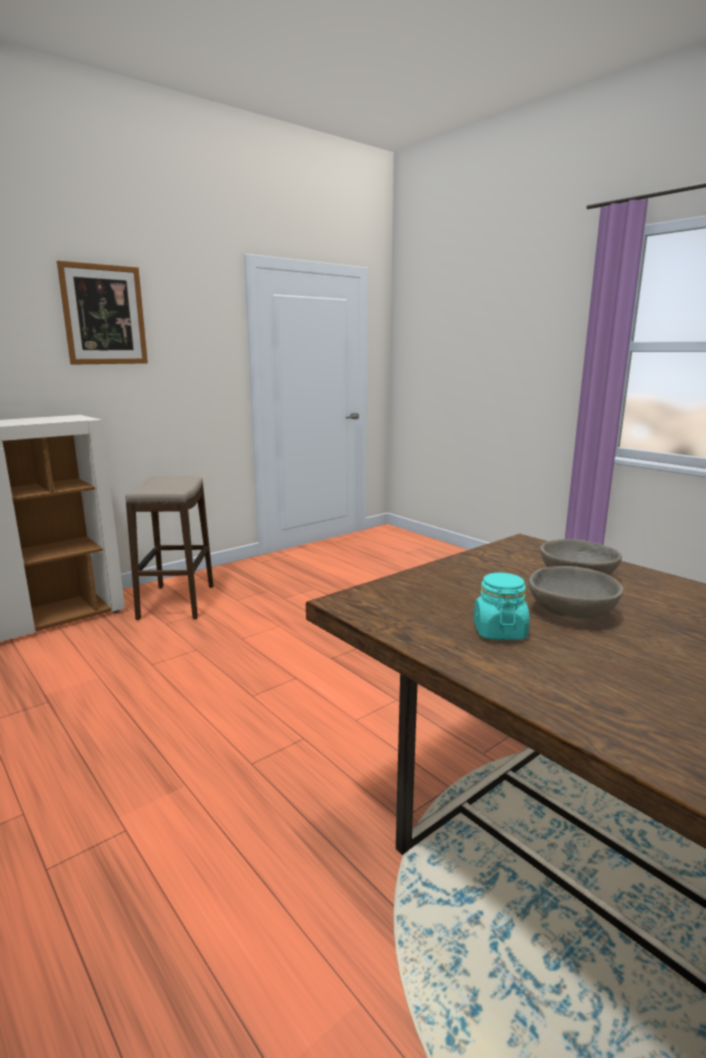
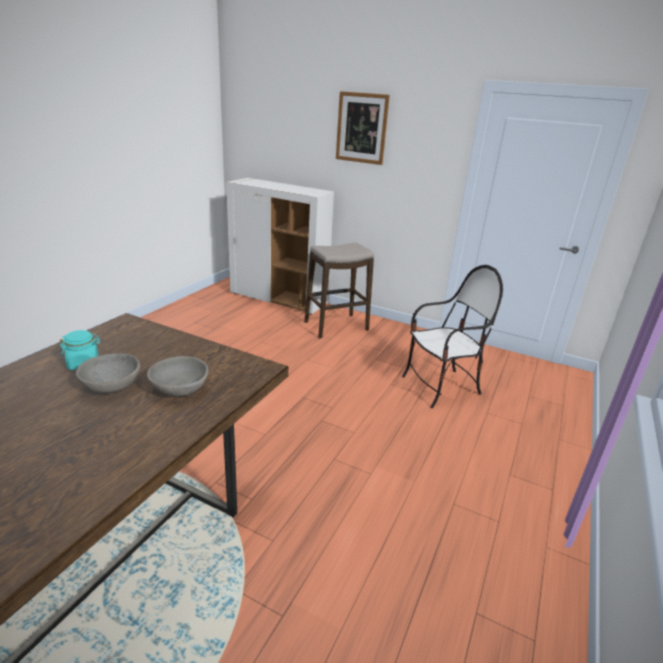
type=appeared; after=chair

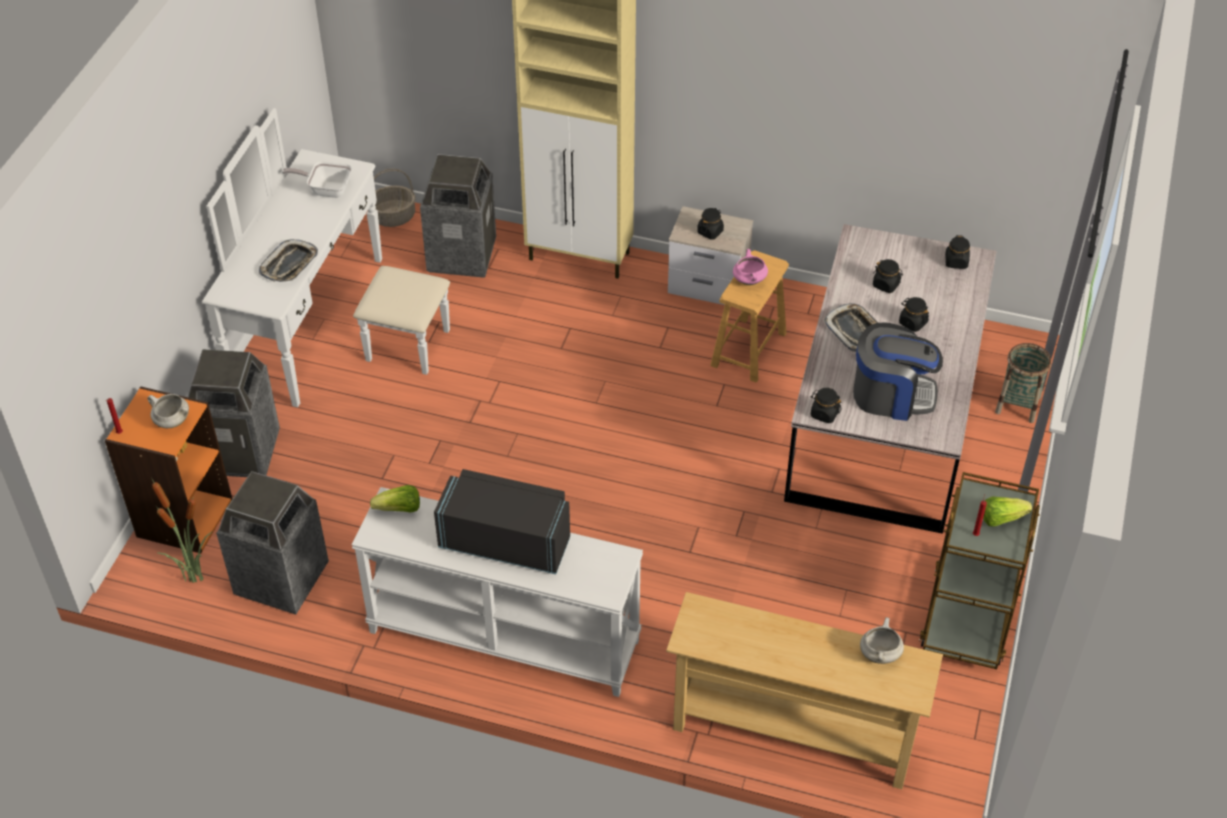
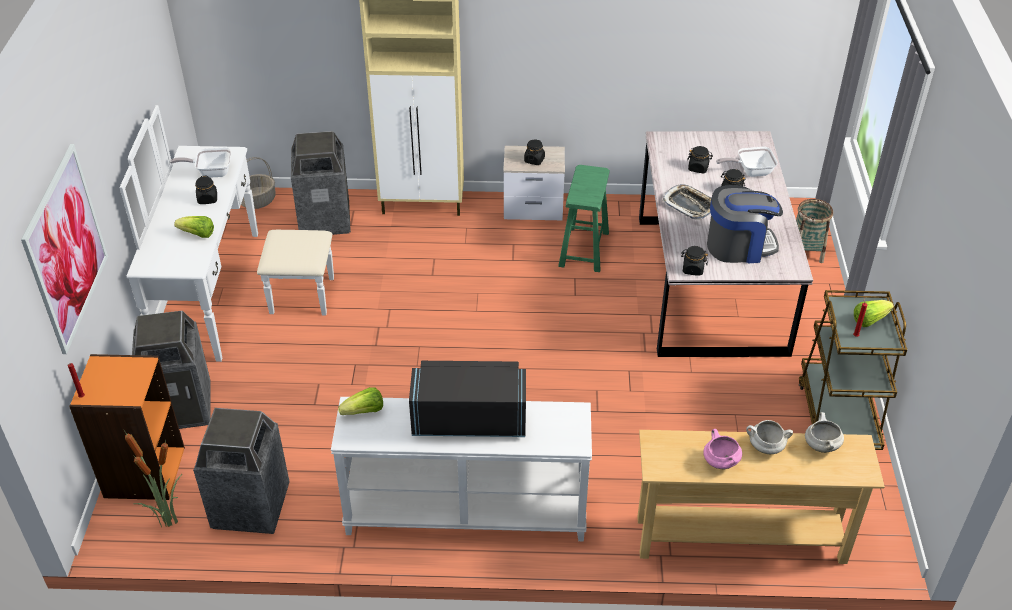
type=appeared; after=wall_art
type=exchanged; before=serving_tray (no. 1 from left); after=lettuce_head (no. 1 from left)
type=relocated; before=blackish_storage_jar (no. 5 from left in the first image); after=blackish_storage_jar (no. 1 from left)
type=colour; before=brownish_stool_seat; after=green_stool_seat
type=relocated; before=pinkish_cooking_pot
type=appeared; after=skillet (no. 2 from left)
type=relocated; before=whitish_cooking_pot (no. 1 from left)

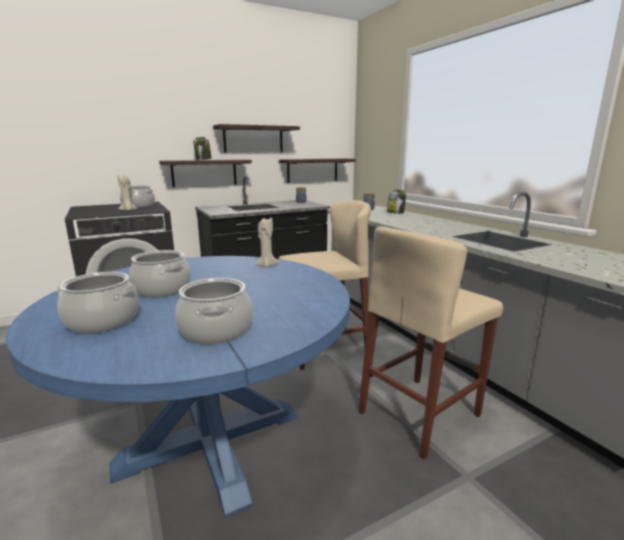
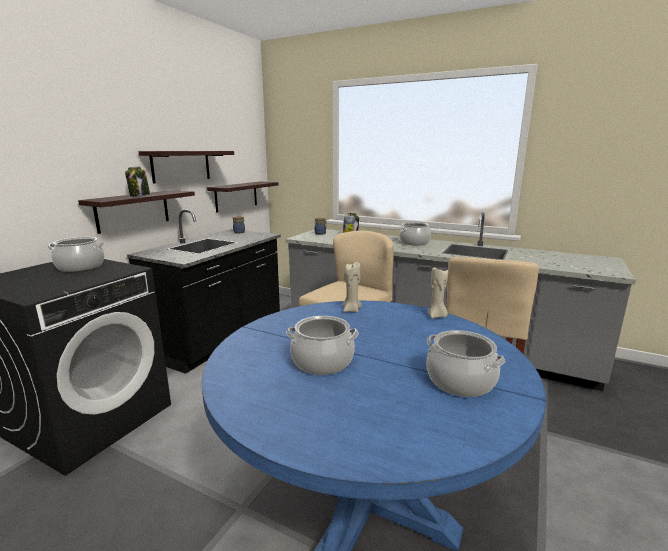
type=relocated; before=cooking_pot (no. 1 from left in the first image); after=cooking_pot (no. 3 from left)
type=relocated; before=sand-coloured_candle (no. 1 from left in the first image); after=sand-coloured_candle (no. 2 from left)

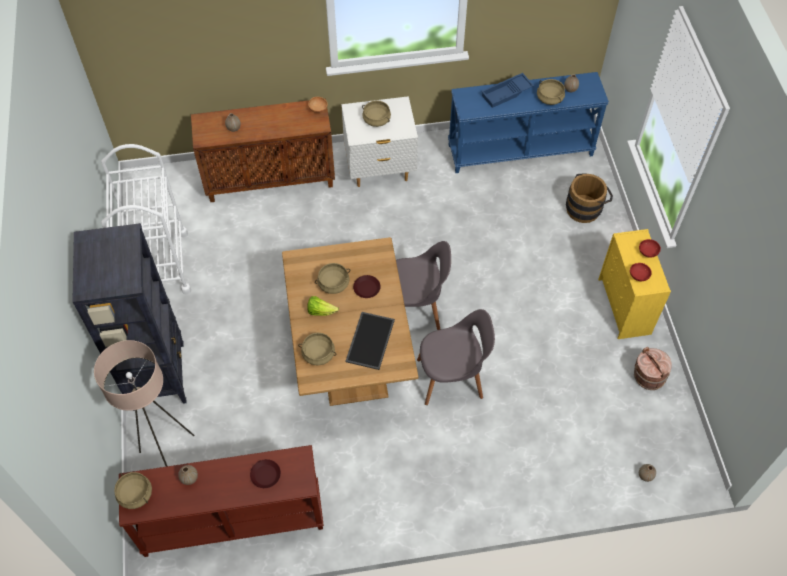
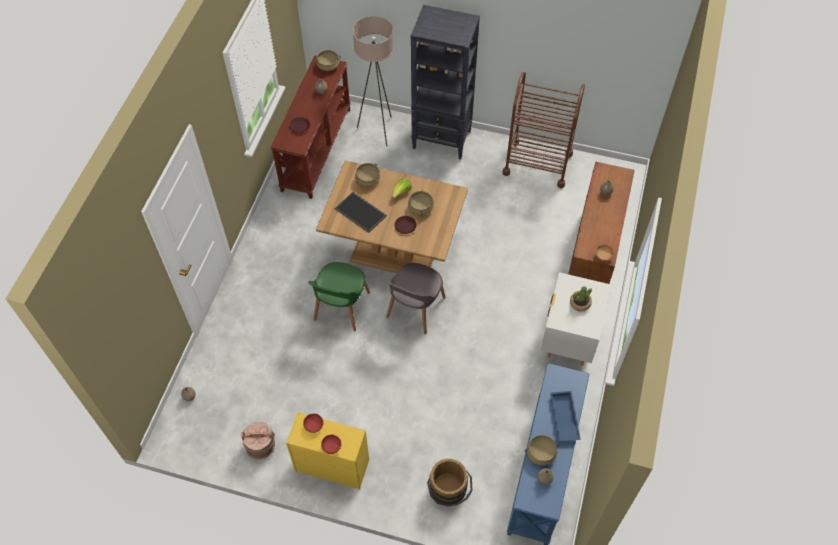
type=colour; before=grey_chair (no. 2 from left); after=green_chair
type=colour; before=whitish_wheeled_cart; after=brownish_wheeled_cart
type=exchanged; before=sand-coloured_cooking_pot (no. 4 from left); after=potted_plant

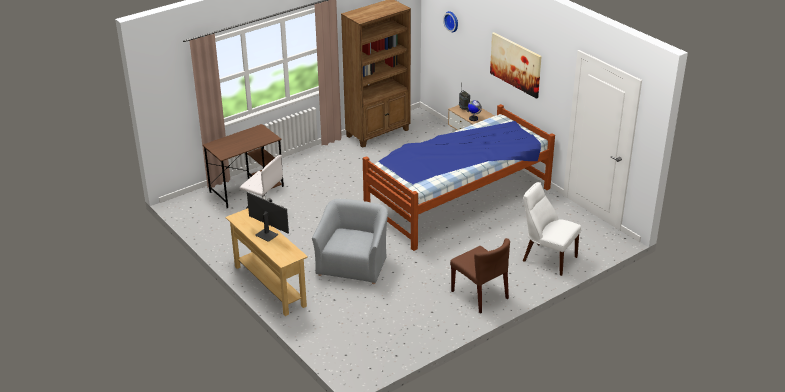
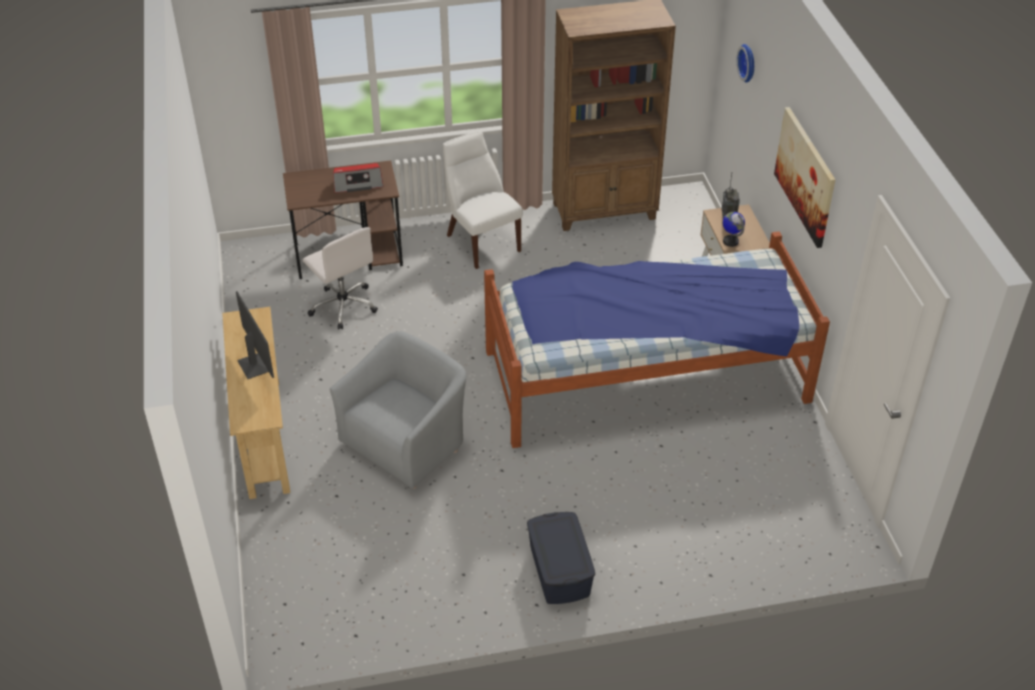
type=appeared; after=radio_set (no. 1 from left)
type=relocated; before=whitish_chair
type=exchanged; before=brownish_chair; after=bluish_storage_box

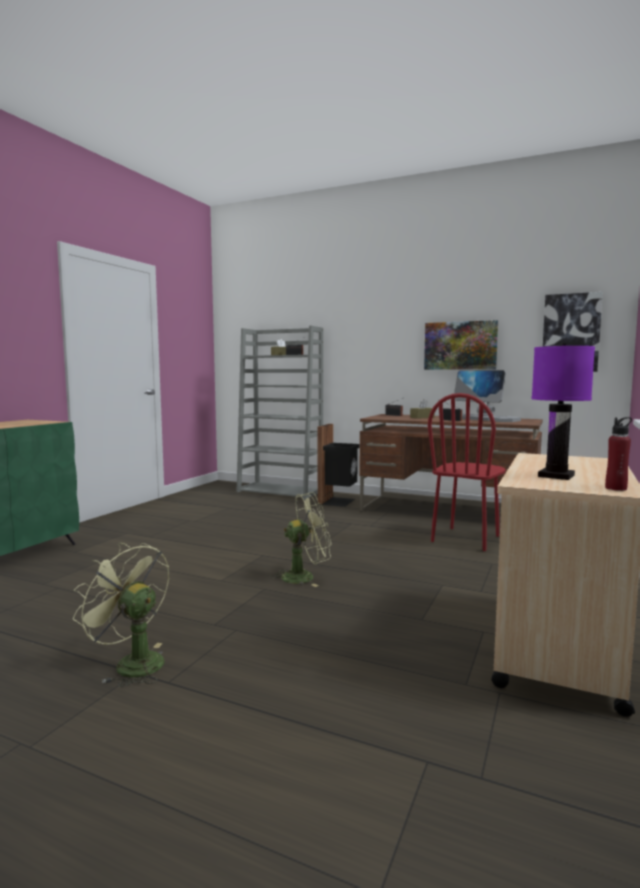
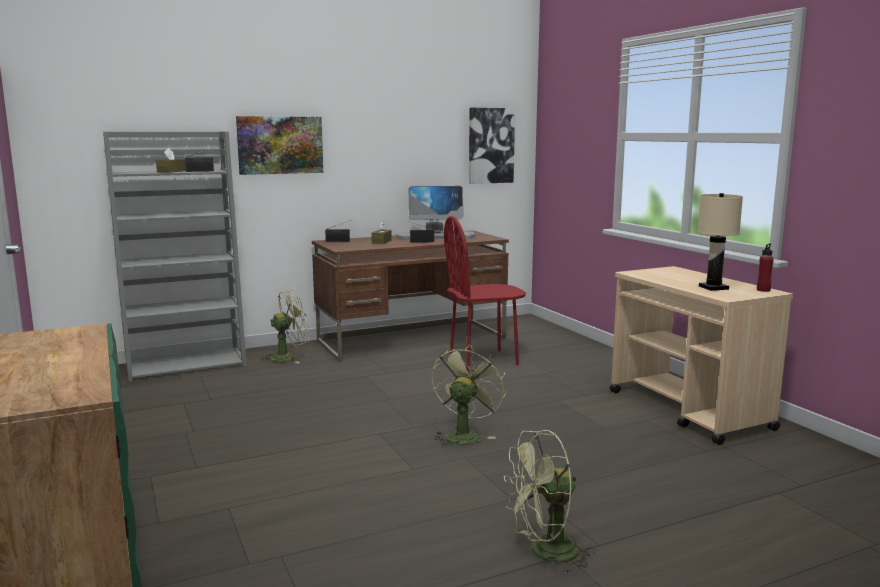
type=relocated; before=wall_art (no. 1 from left)
type=exchanged; before=blackish_trash_can; after=green_cooling_fan (no. 1 from left)
type=spun; before=reddish_chair; turn=90
type=colour; before=purple_lamp_for_a_table; after=sand-coloured_lamp_for_a_table

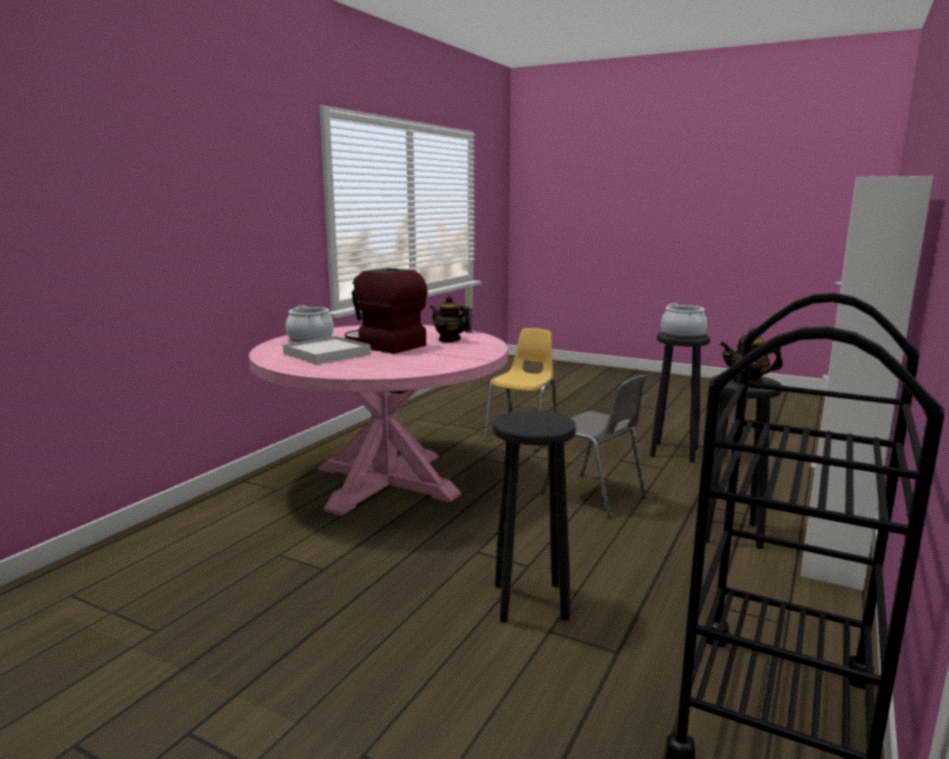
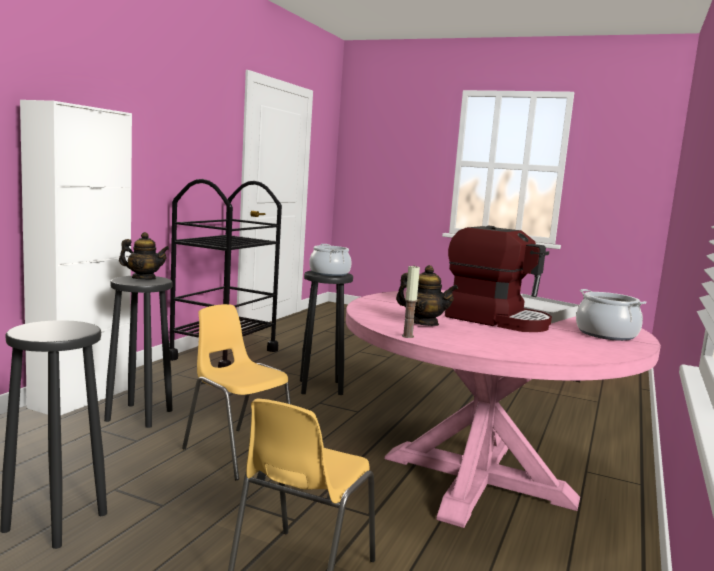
type=colour; before=grey_chair; after=yellow-coloured_chair (no. 1 from left)
type=relocated; before=cooking_pot (no. 2 from left in the first image); after=cooking_pot (no. 1 from left)

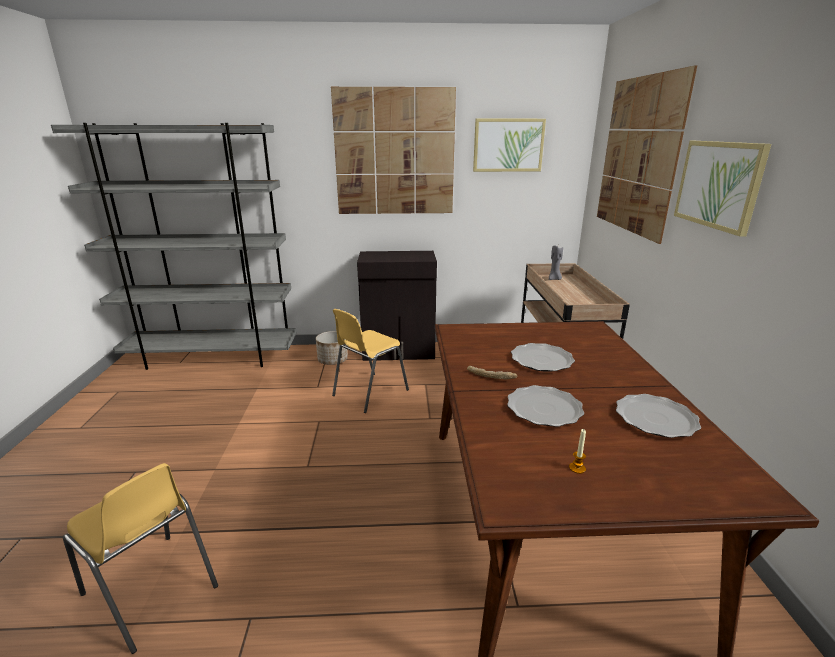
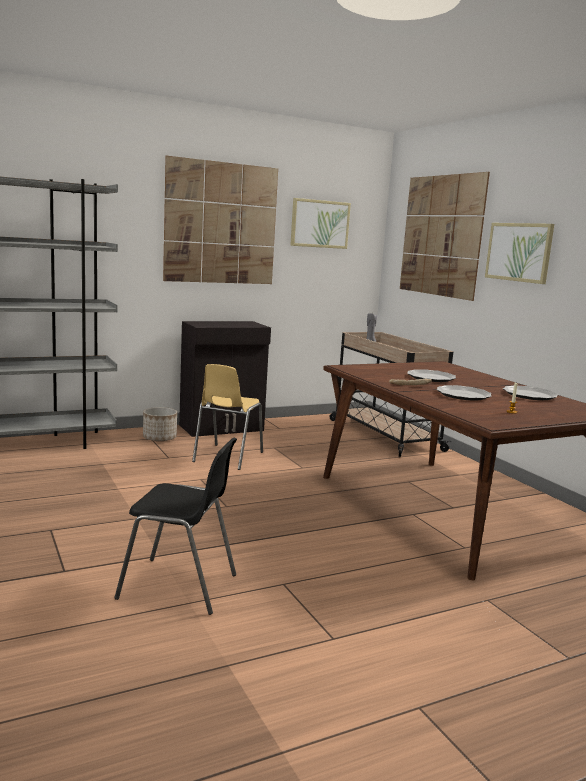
type=colour; before=yellow-coloured_chair (no. 1 from left); after=blackish_chair

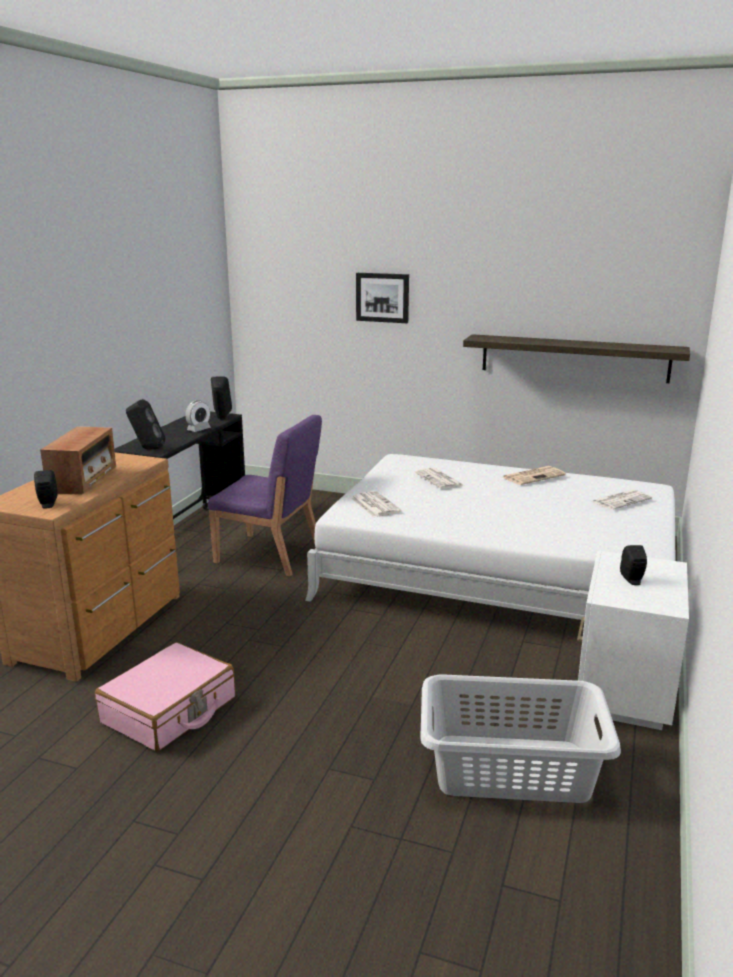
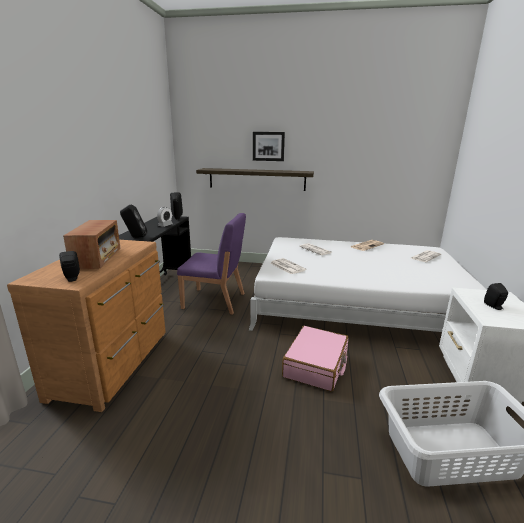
type=relocated; before=bracket_shelf
type=relocated; before=pinkish_suitcase

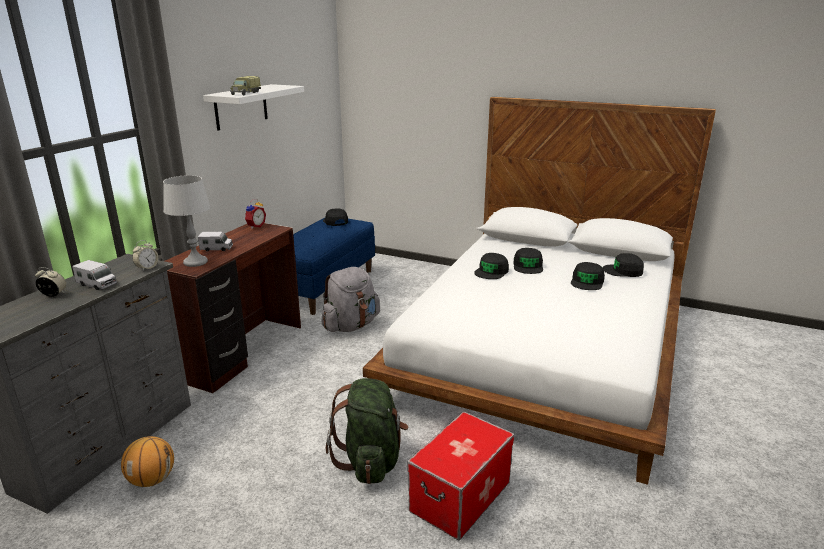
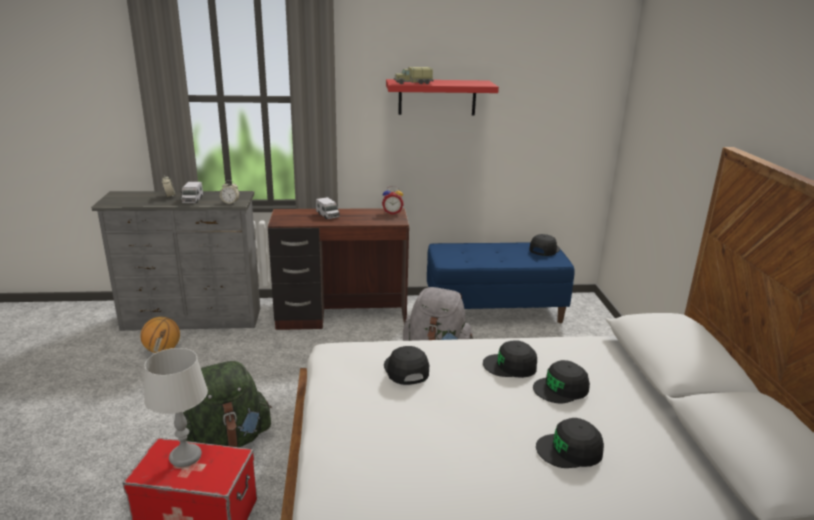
type=relocated; before=grey_lamp_for_a_table
type=relocated; before=blackish_cap (no. 5 from left in the first image); after=blackish_cap (no. 1 from left)
type=colour; before=whitish_bracket_shelf; after=reddish_bracket_shelf

